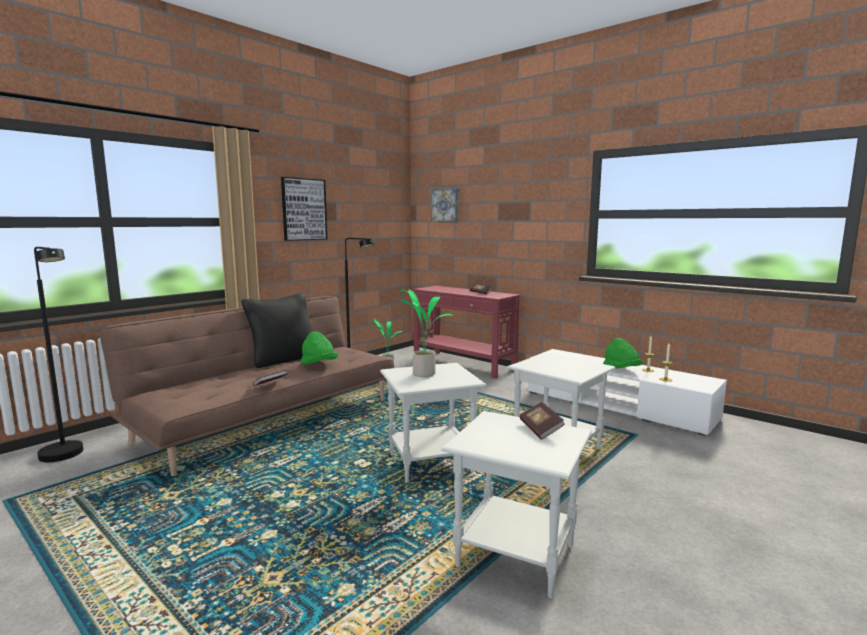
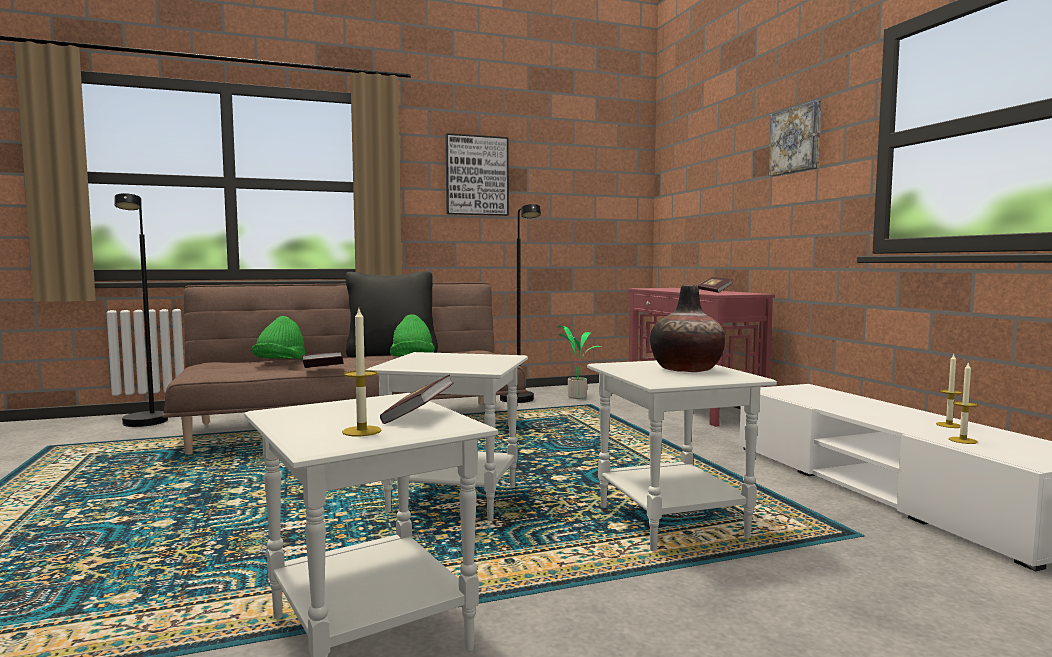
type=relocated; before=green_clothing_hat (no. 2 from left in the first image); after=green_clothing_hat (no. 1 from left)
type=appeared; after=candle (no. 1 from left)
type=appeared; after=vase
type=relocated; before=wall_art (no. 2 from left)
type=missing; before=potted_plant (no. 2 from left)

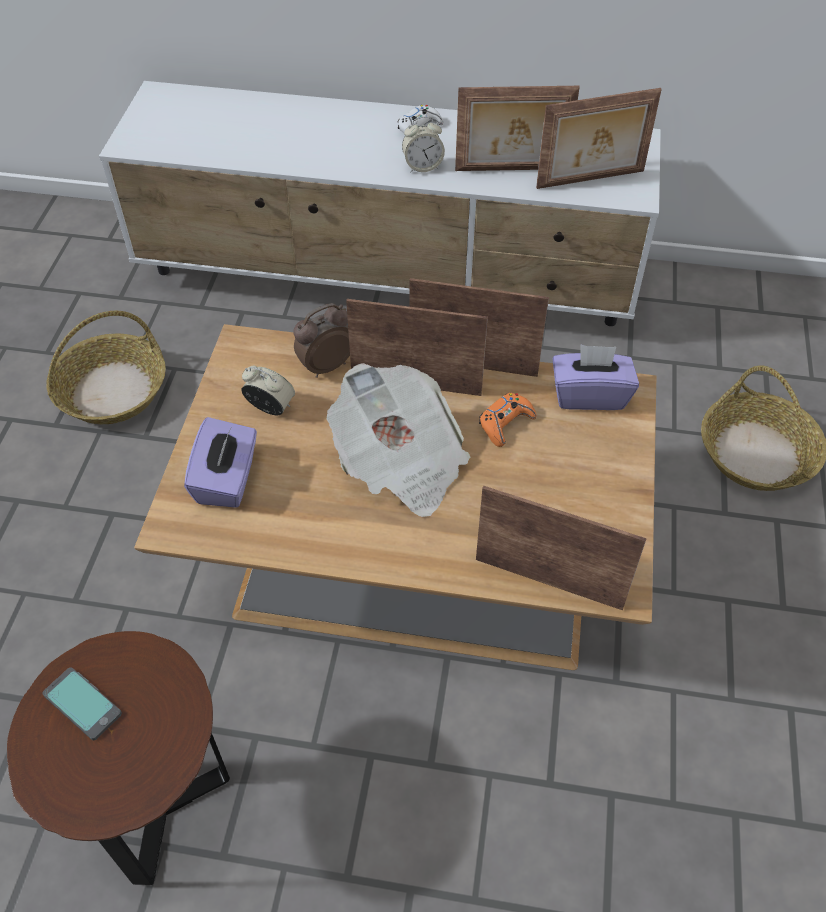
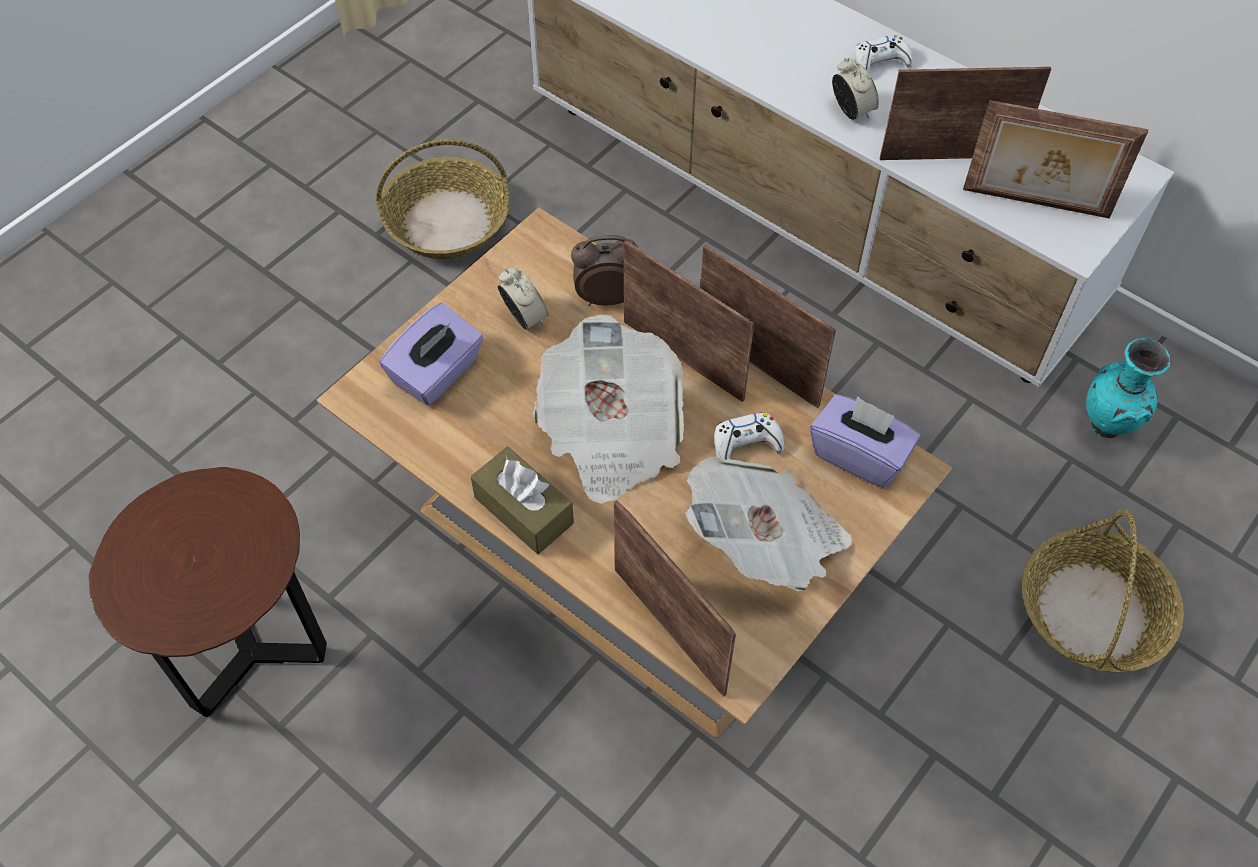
type=appeared; after=brownish_tissue_holder
type=appeared; after=printed_paper (no. 2 from left)
type=colour; before=orange-coloured_gamepad; after=whitish_gamepad (no. 1 from left)
type=spun; before=table_clock (no. 3 from left); turn=-135
type=spun; before=picture_frame (no. 3 from left in the first image); turn=150
type=appeared; after=turquoise-coloured_vase
type=missing; before=phone

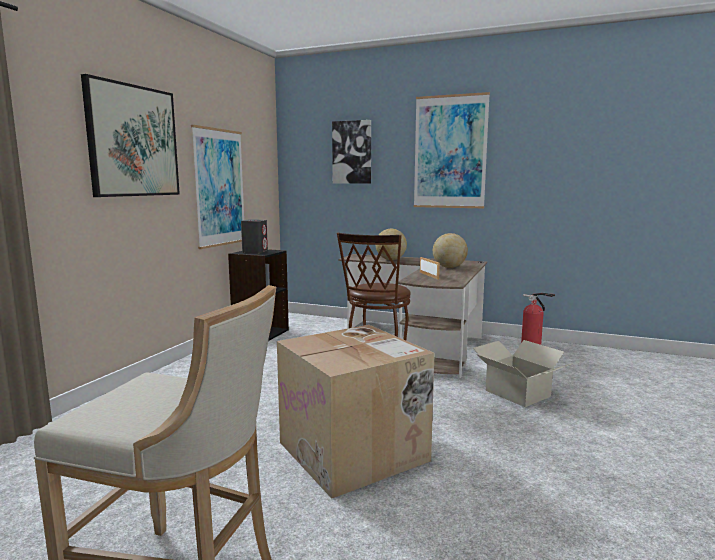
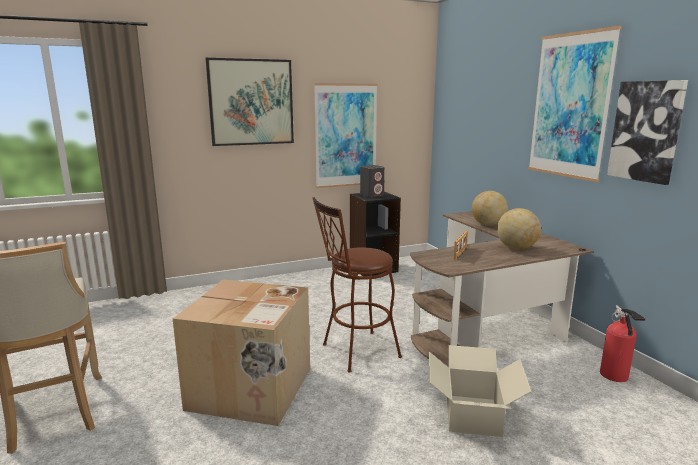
type=relocated; before=wall_art (no. 3 from left in the first image); after=wall_art (no. 4 from left)

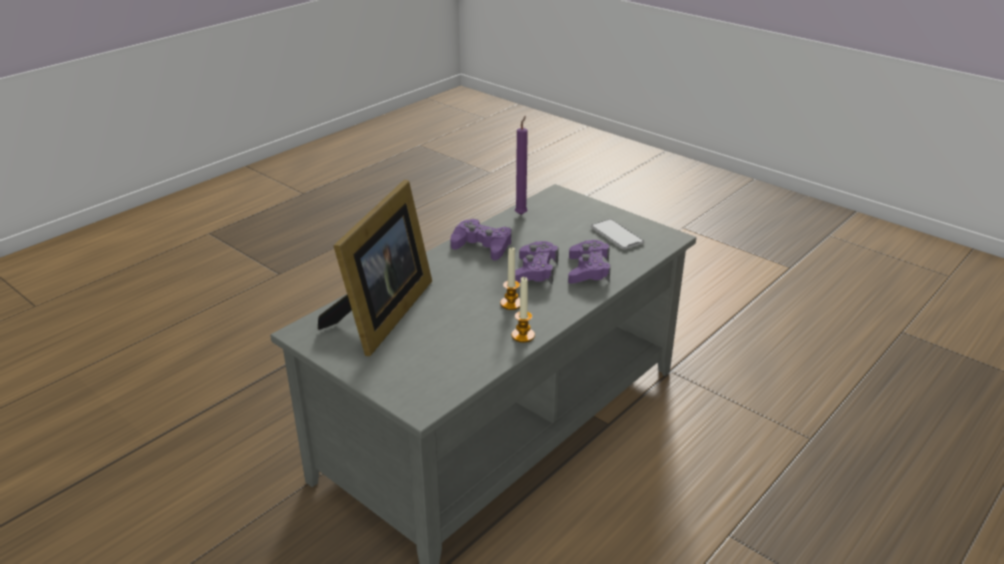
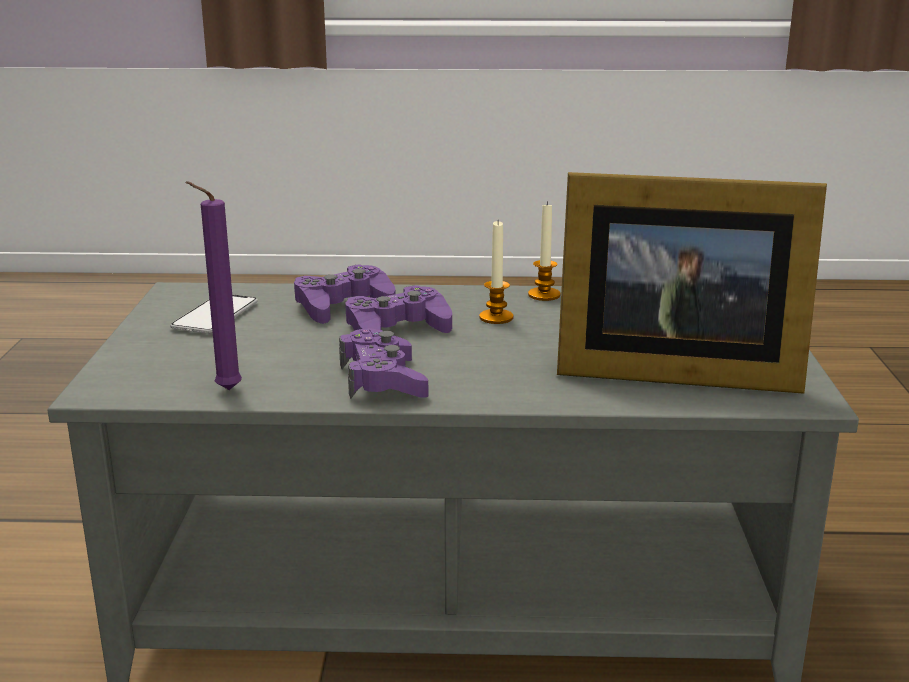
type=spun; before=picture_frame; turn=-150

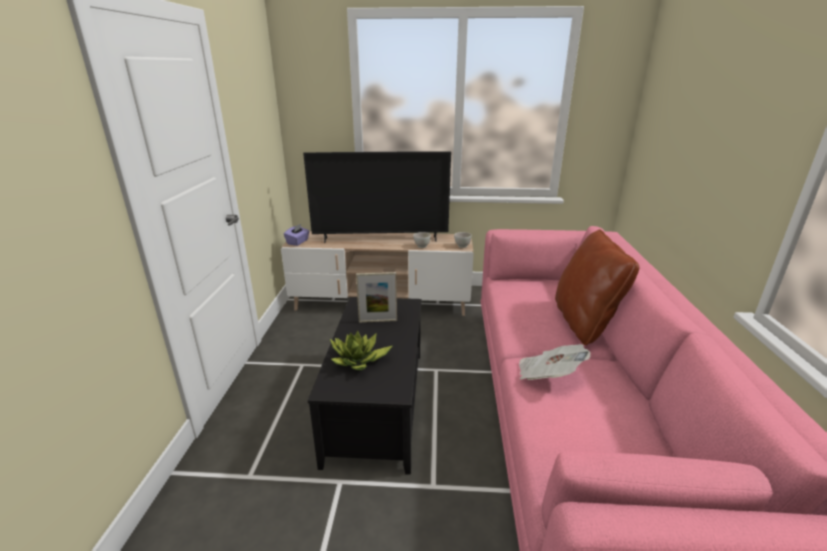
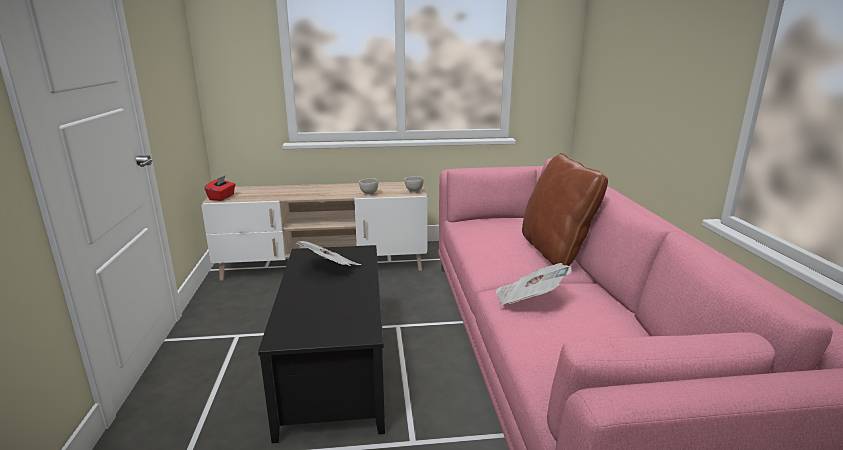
type=colour; before=purple_tissue_holder; after=reddish_tissue_holder
type=exchanged; before=picture_frame; after=printed_paper (no. 1 from left)
type=missing; before=TV_set
type=missing; before=potted_plant

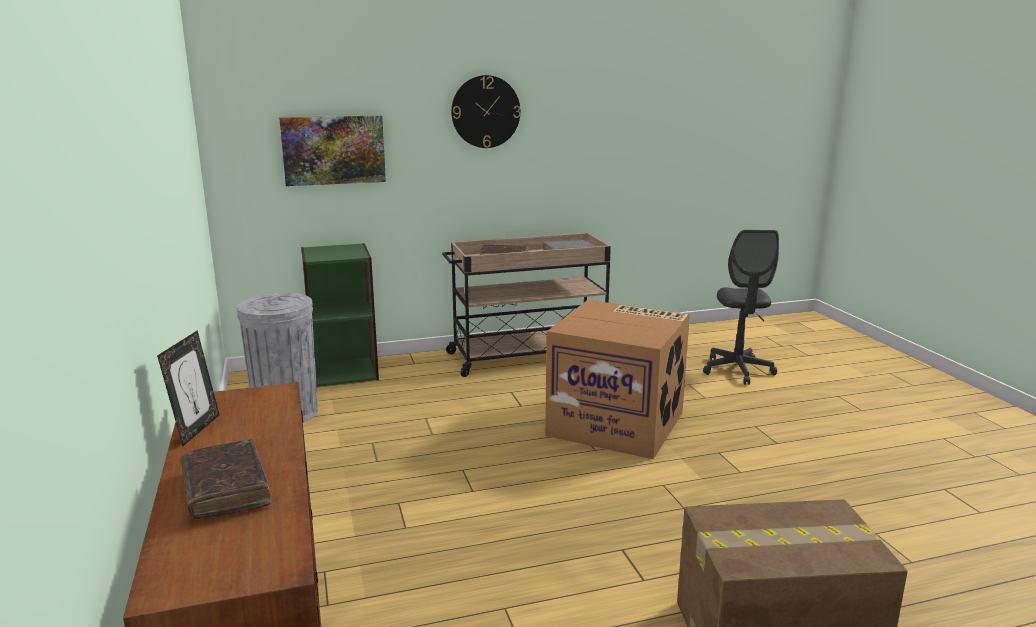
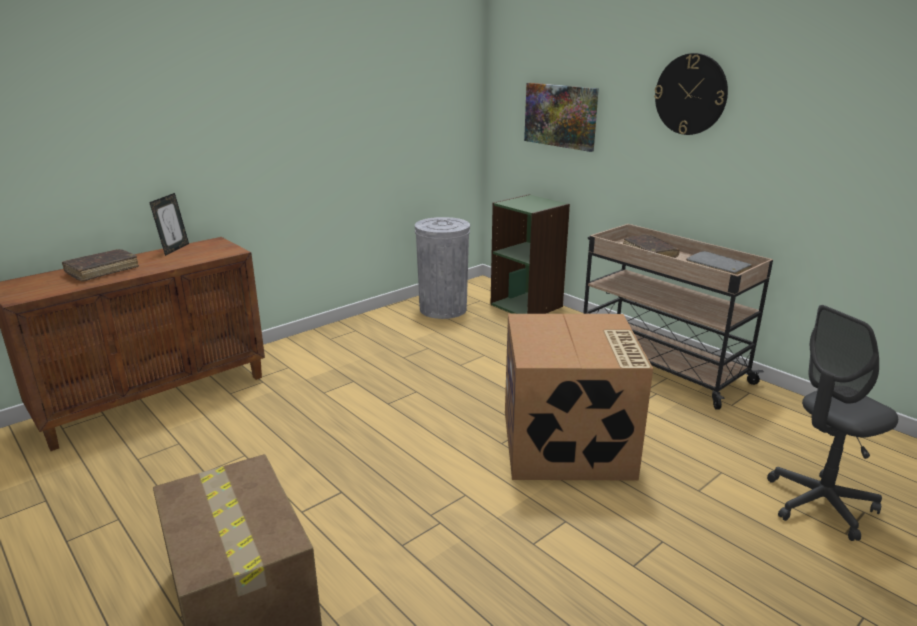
type=spun; before=picture_frame; turn=-60

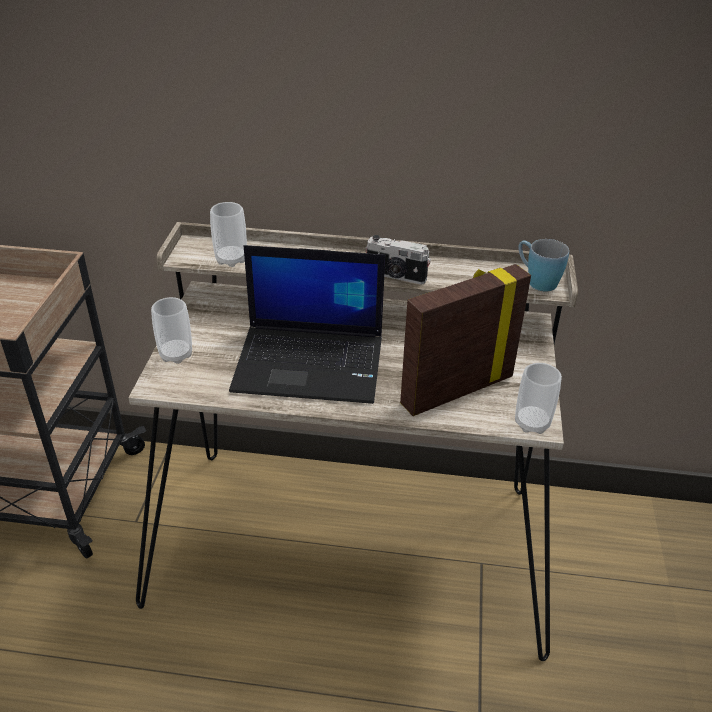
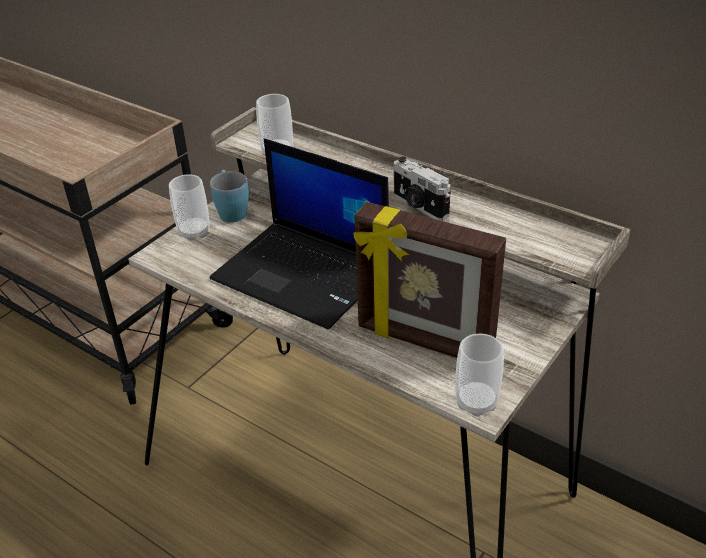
type=relocated; before=bluish_mug
type=spun; before=picture_frame; turn=-150

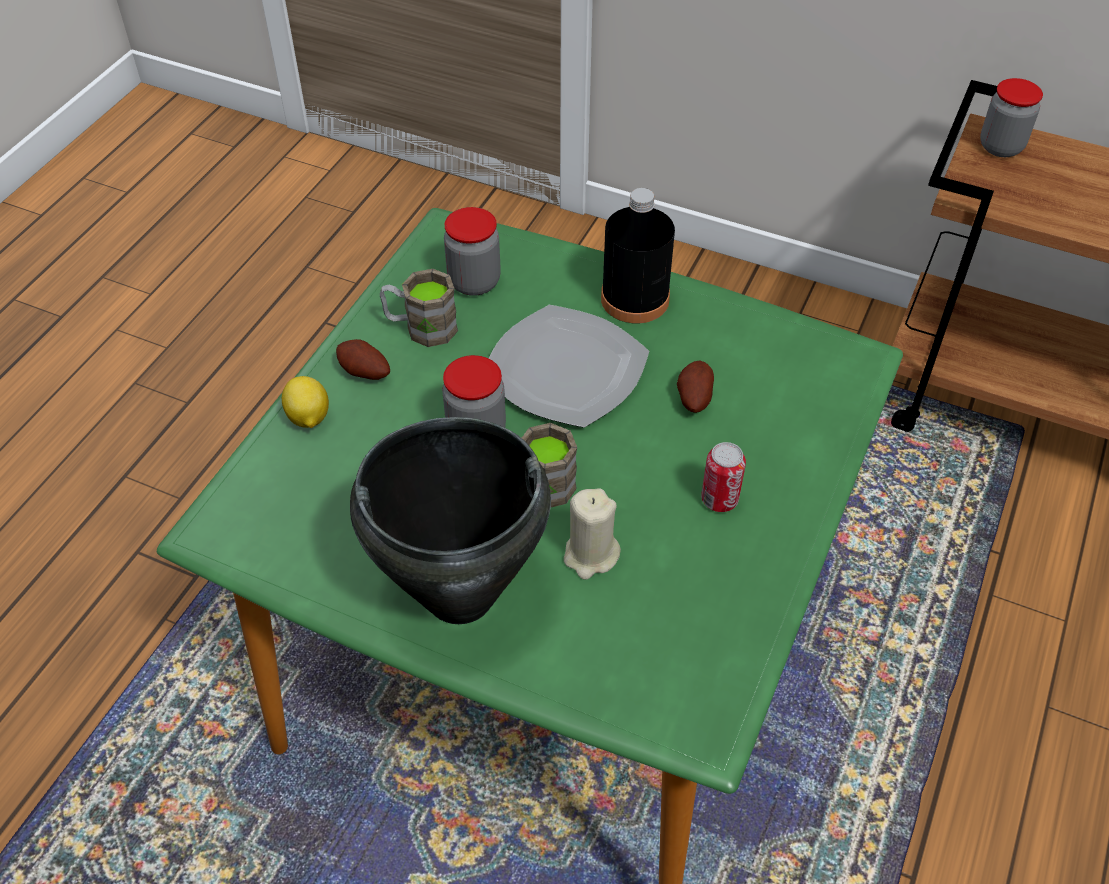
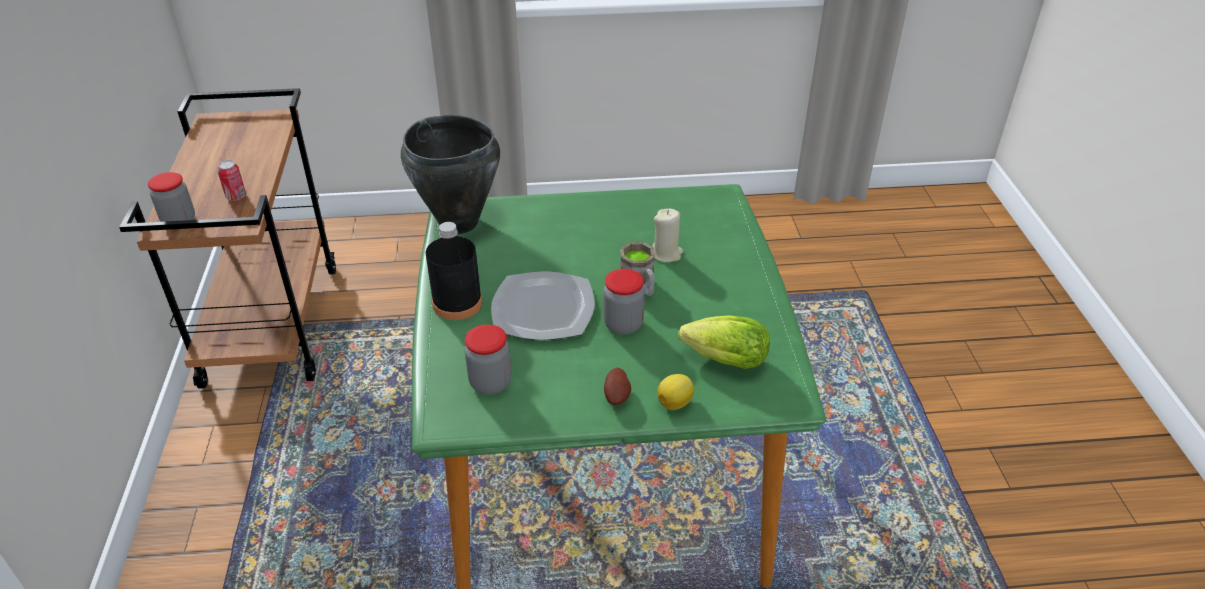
type=relocated; before=can
type=relocated; before=blackish_cooking_pot
type=appeared; after=lettuce_head
type=missing; before=brownish_mug (no. 1 from left)
type=missing; before=spud (no. 2 from left)

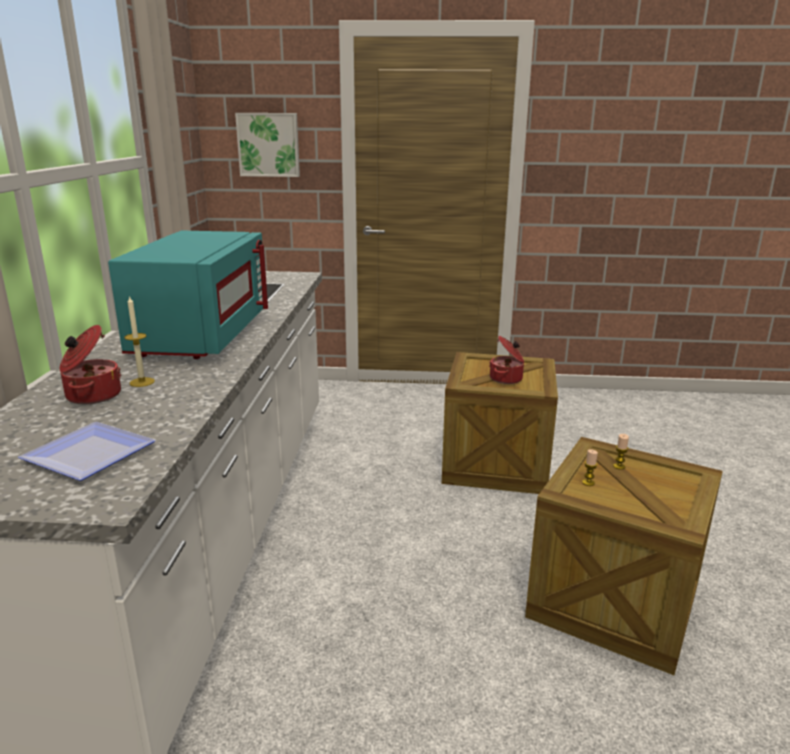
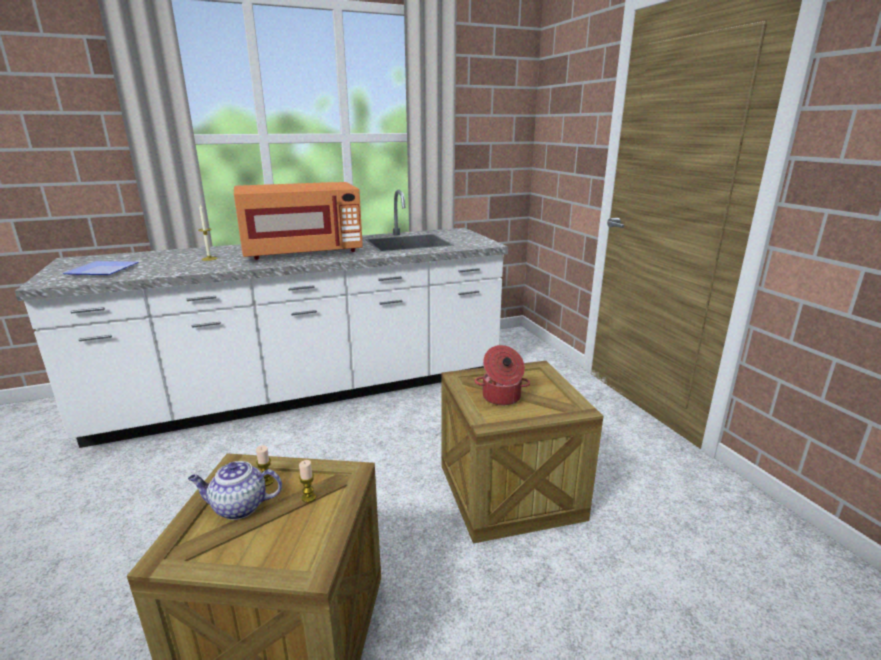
type=appeared; after=teapot
type=colour; before=turquoise-coloured_microwave_oven; after=orange-coloured_microwave_oven
type=missing; before=cooking_pot (no. 1 from left)
type=missing; before=wall_art

